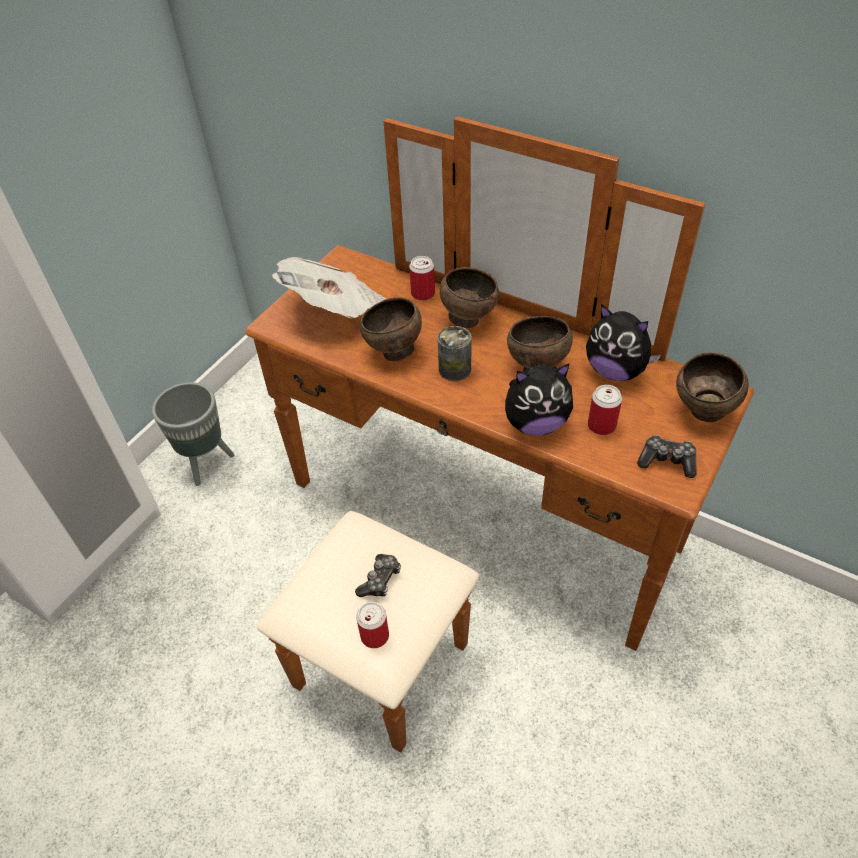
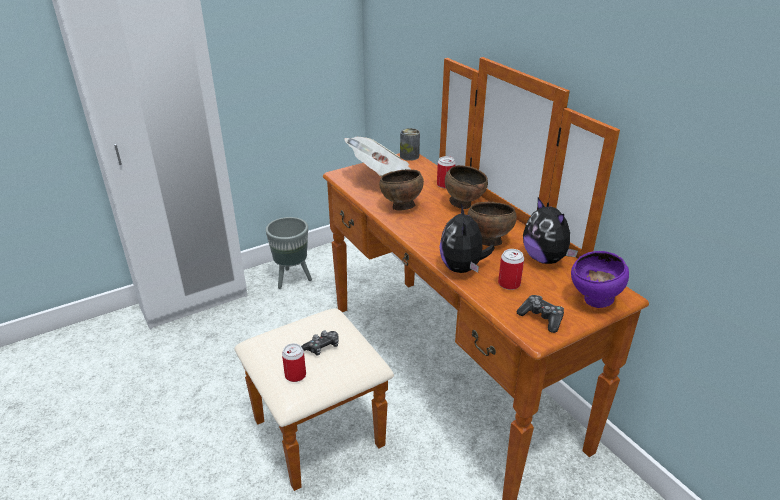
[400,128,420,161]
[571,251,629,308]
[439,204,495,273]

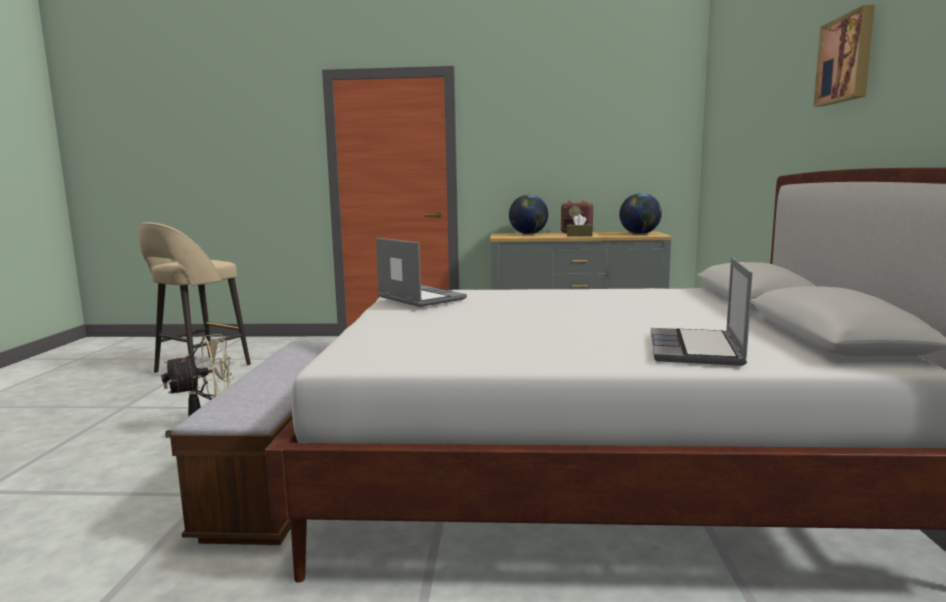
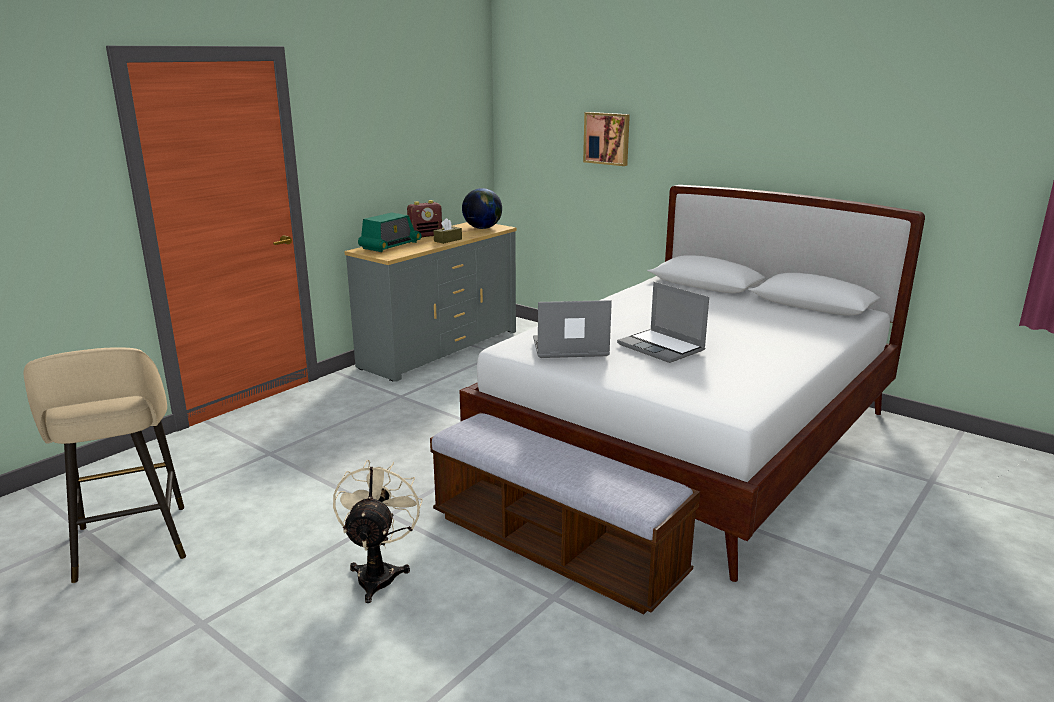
[583,112,630,166]
[358,213,422,252]
[617,282,709,363]

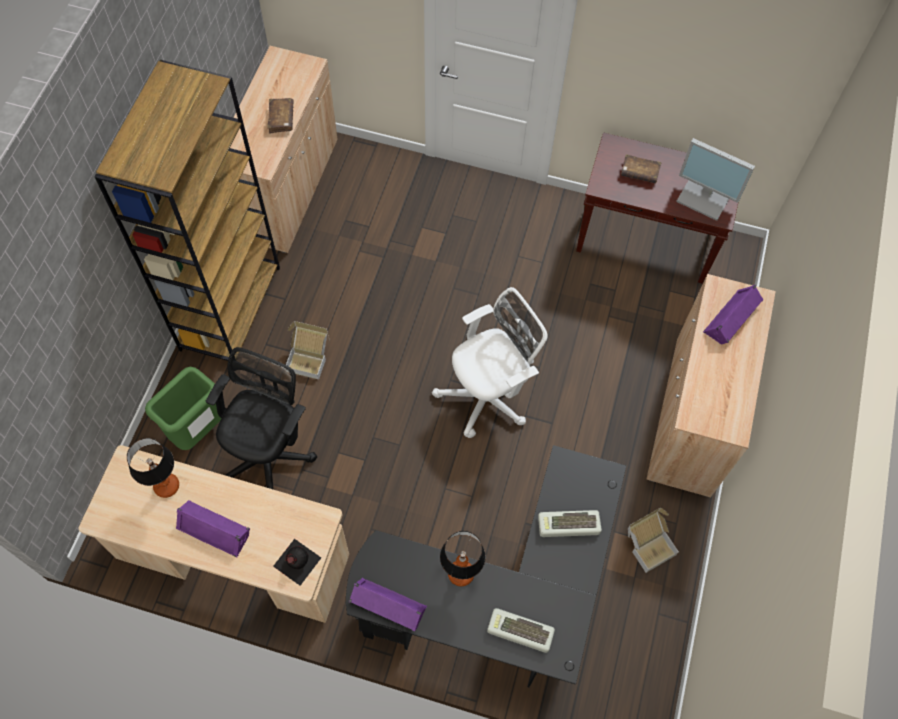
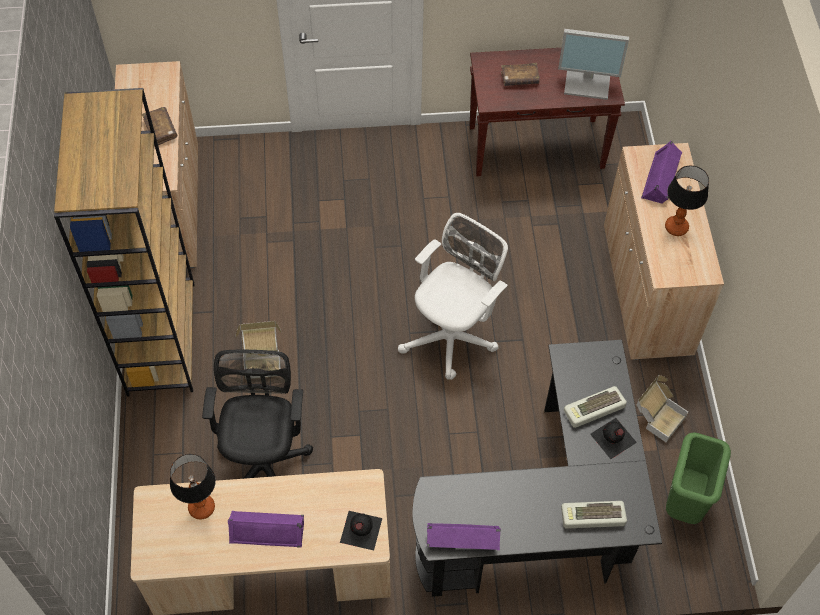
[666,432,731,524]
[665,165,709,236]
[590,418,637,459]

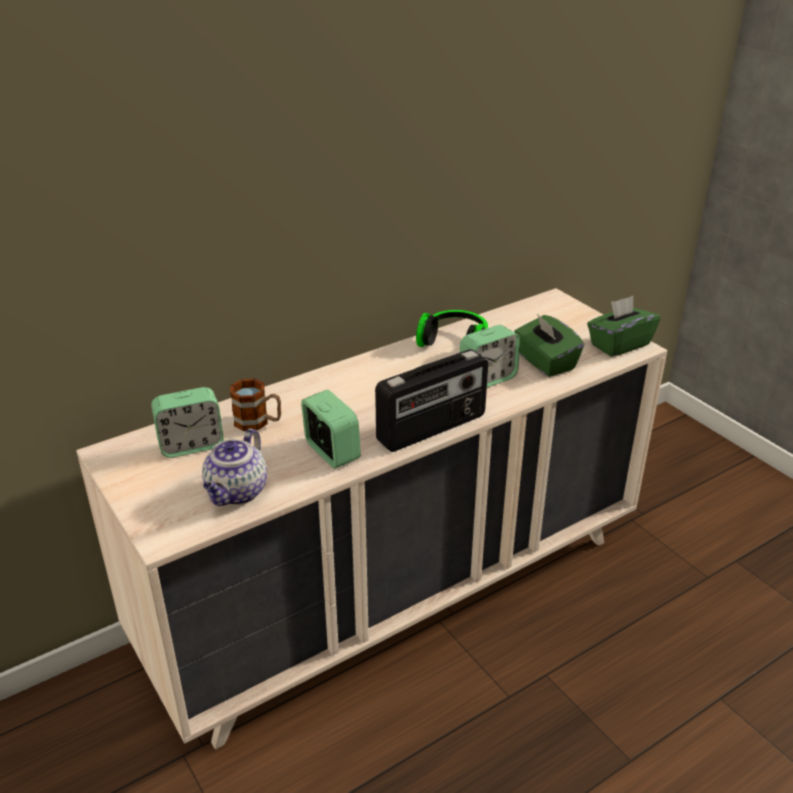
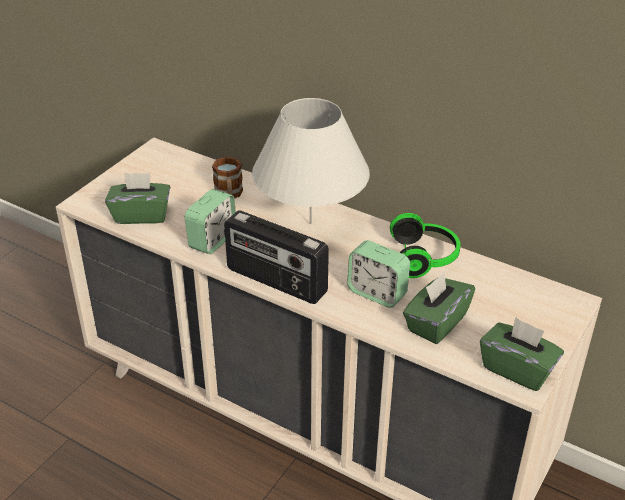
[151,387,224,458] (first image)
[105,173,170,224]
[252,98,370,224]

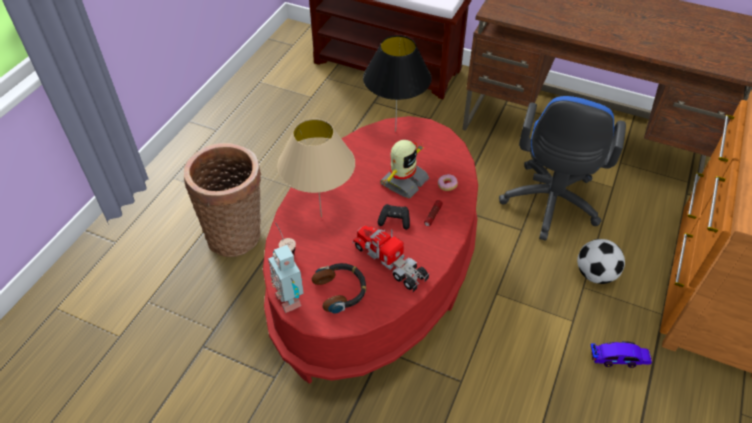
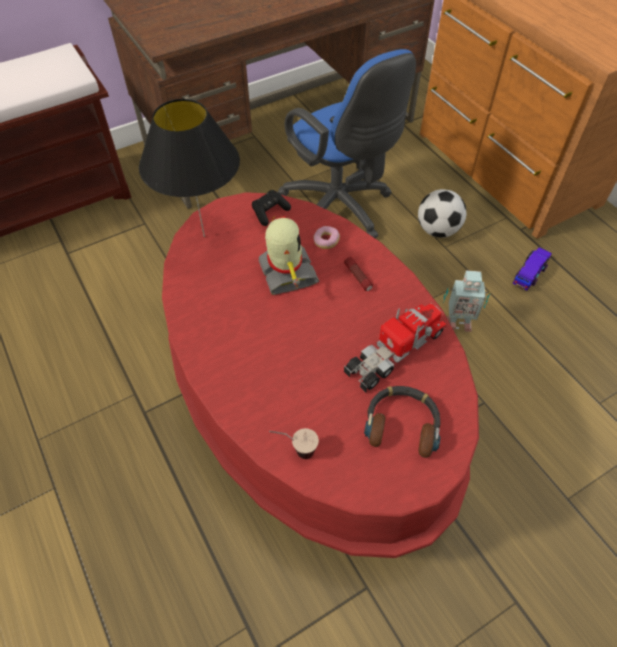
[277,118,355,217] (first image)
[184,143,261,257] (first image)
[252,190,291,226]
[344,303,446,392]
[443,270,490,332]

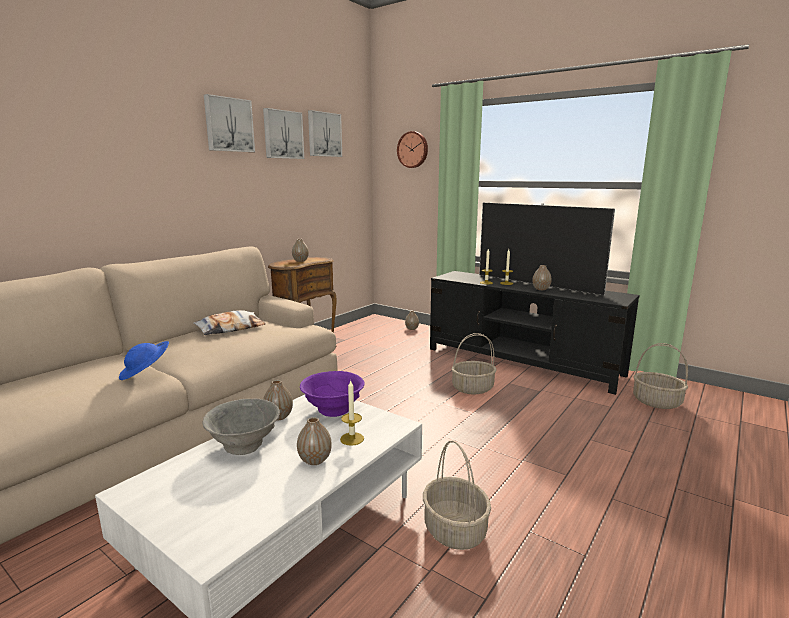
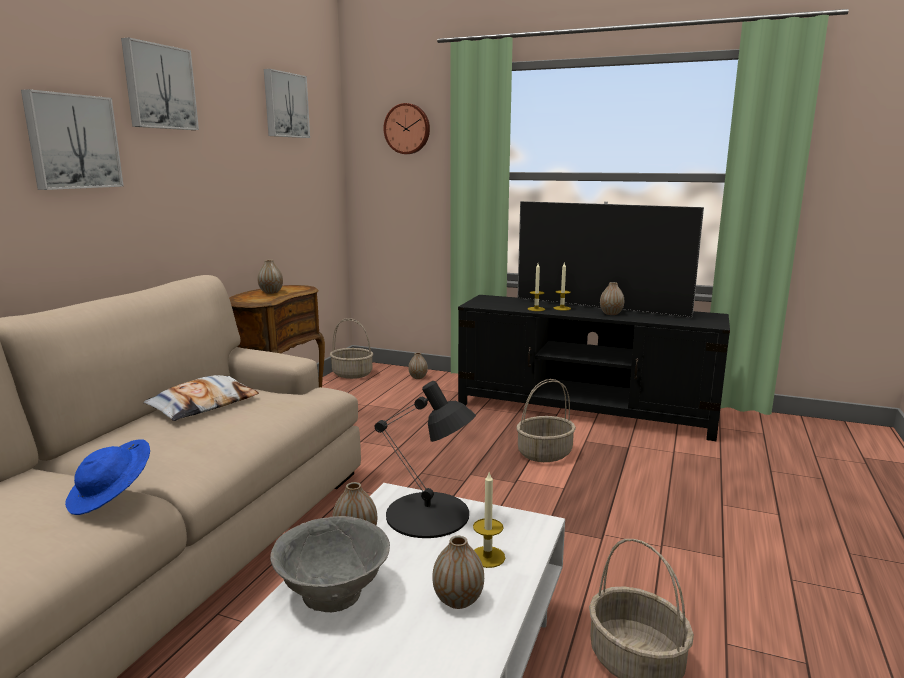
[21,89,124,190]
[330,318,373,379]
[375,381,476,538]

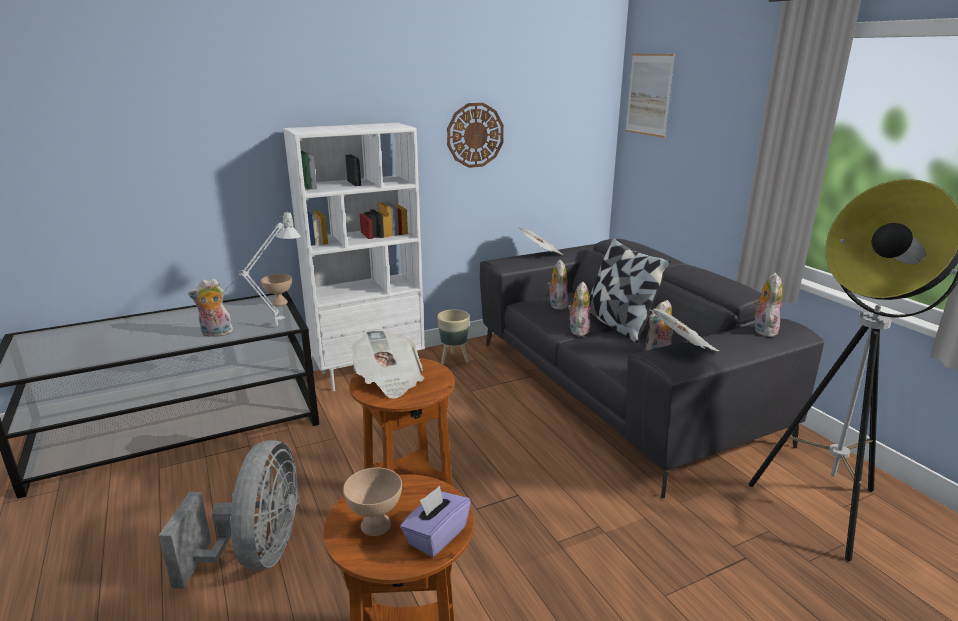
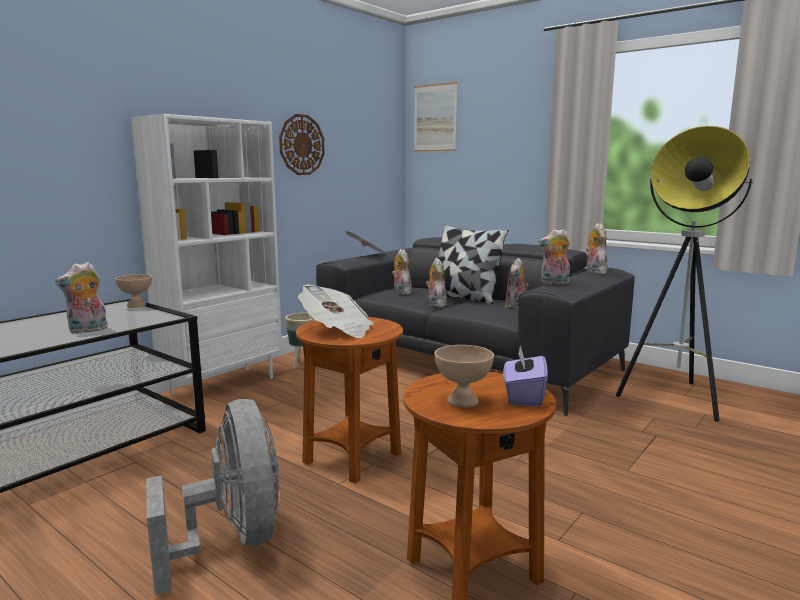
[222,211,301,326] (first image)
[538,229,570,284]

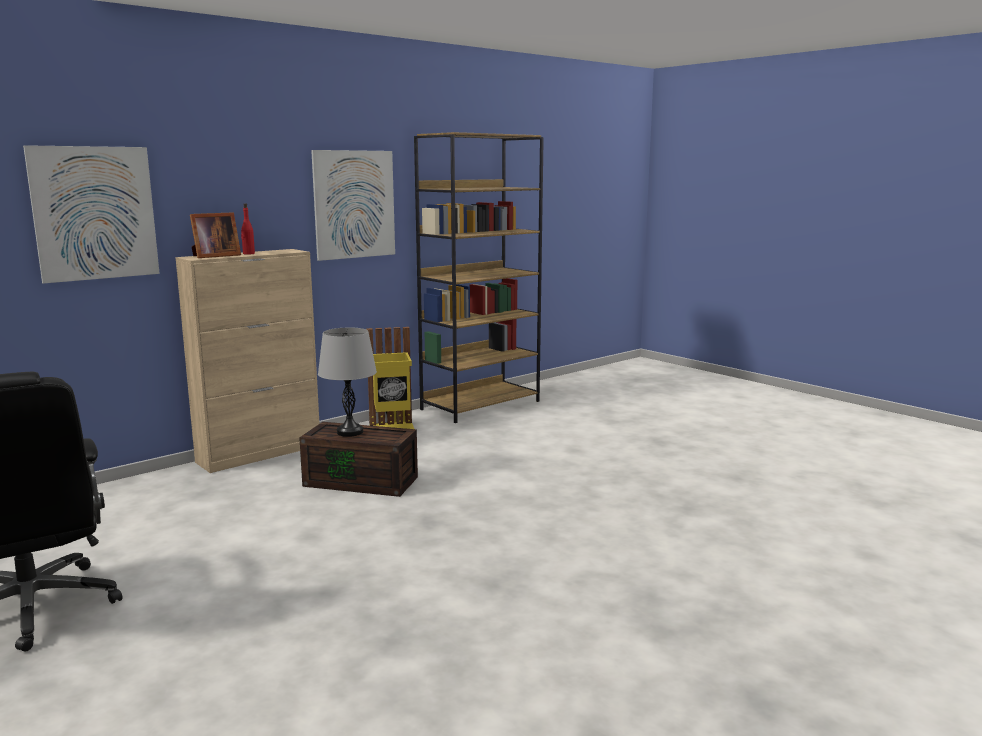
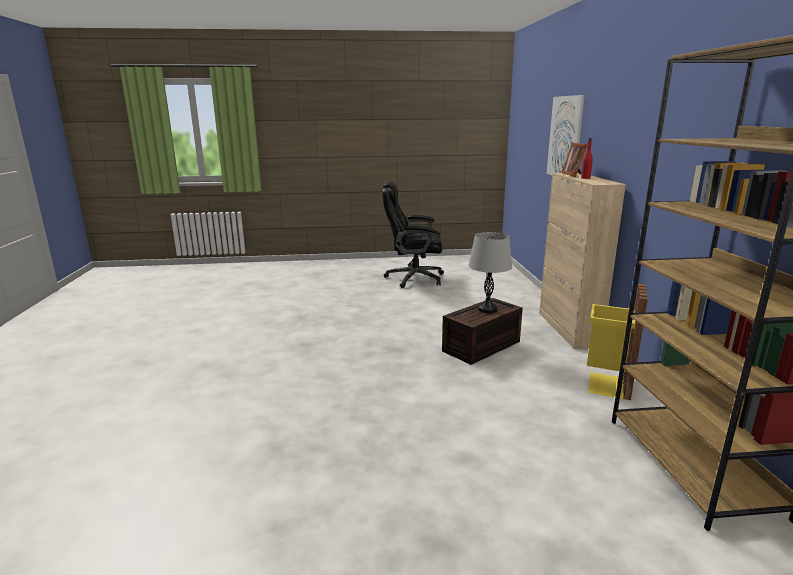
[311,150,395,261] (first image)

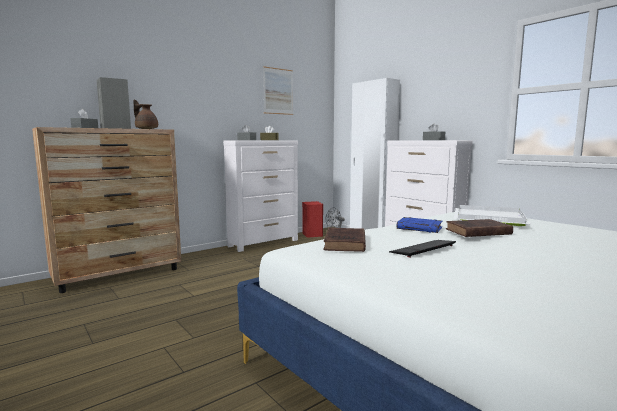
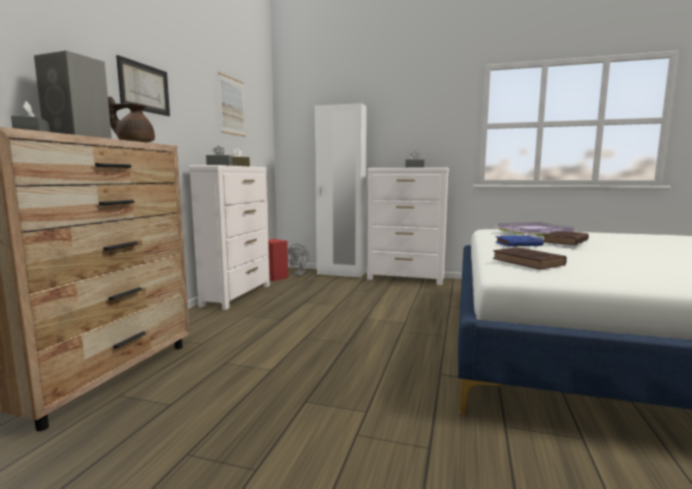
[497,222,576,235]
[389,240,456,258] (first image)
[116,55,170,116]

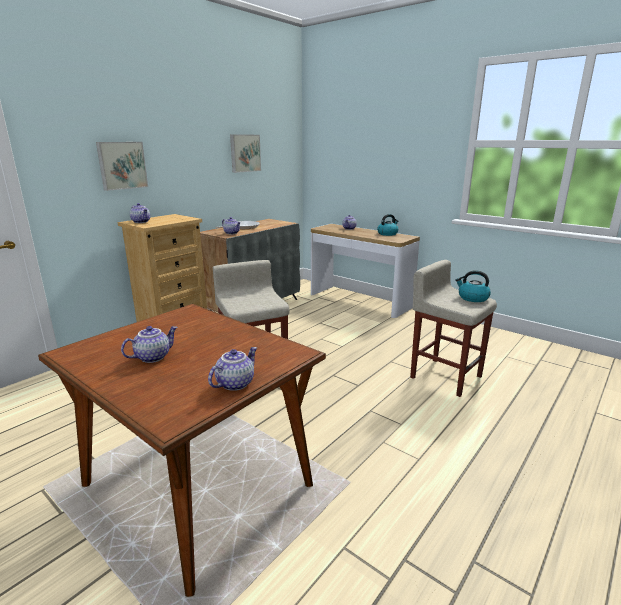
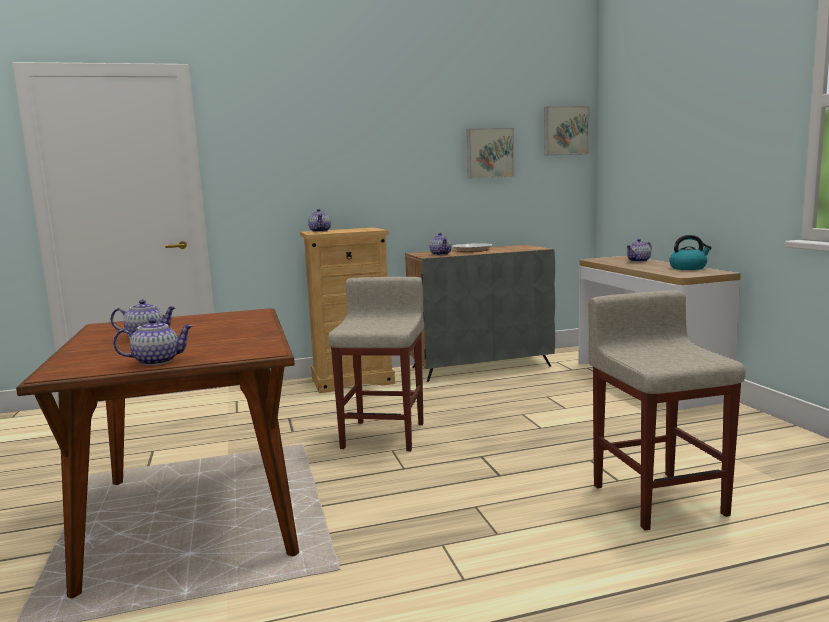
[544,106,589,155]
[455,270,491,302] (first image)

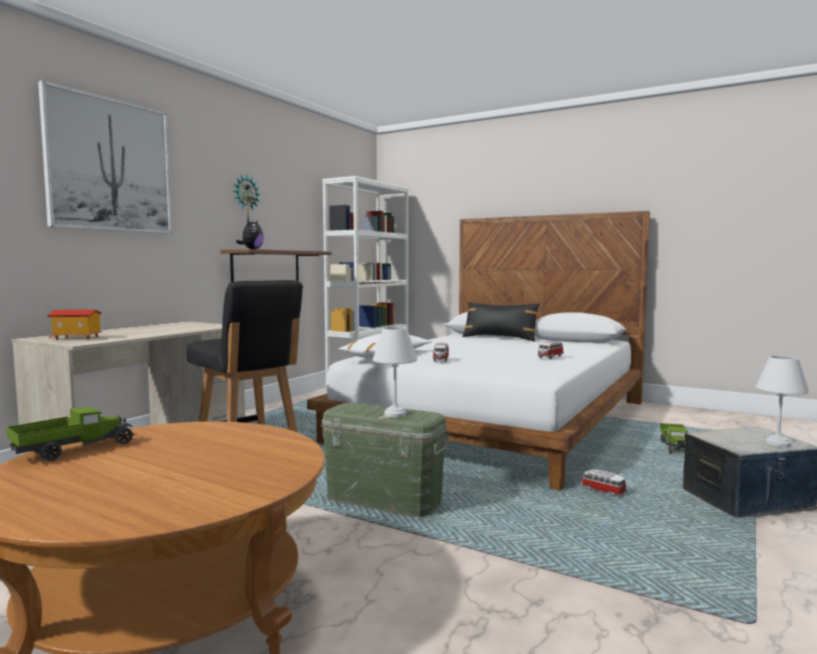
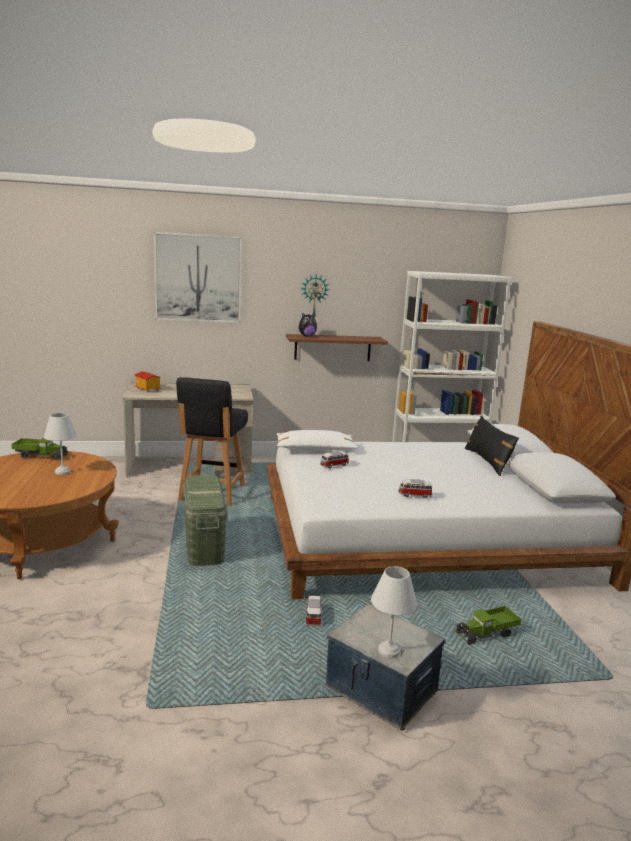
[44,413,77,475]

